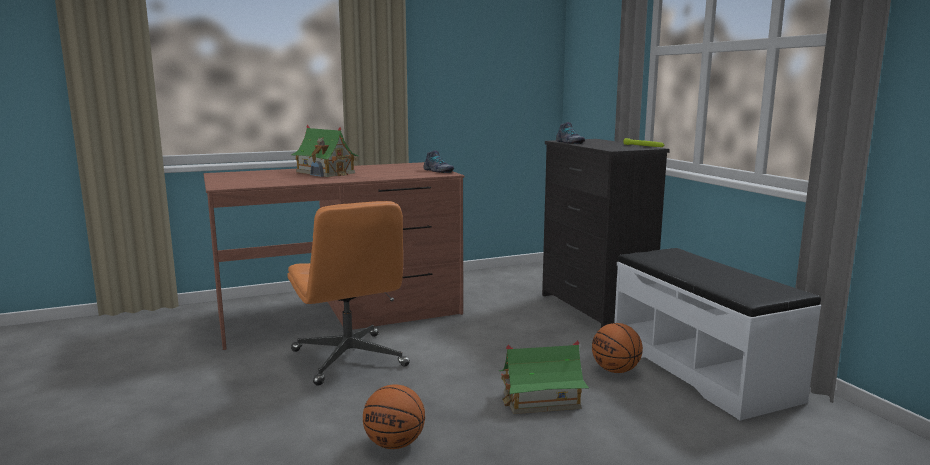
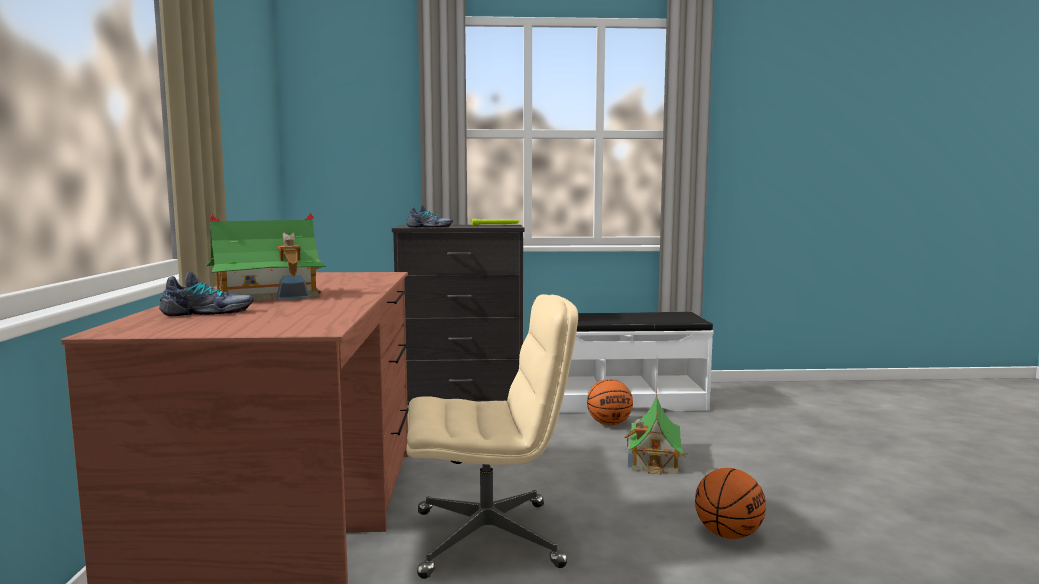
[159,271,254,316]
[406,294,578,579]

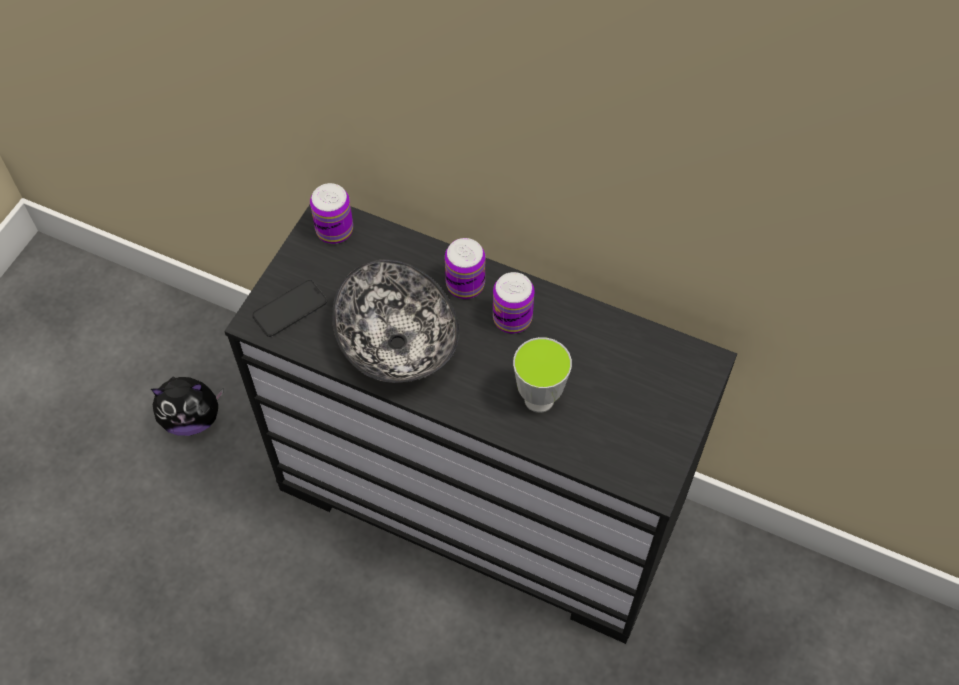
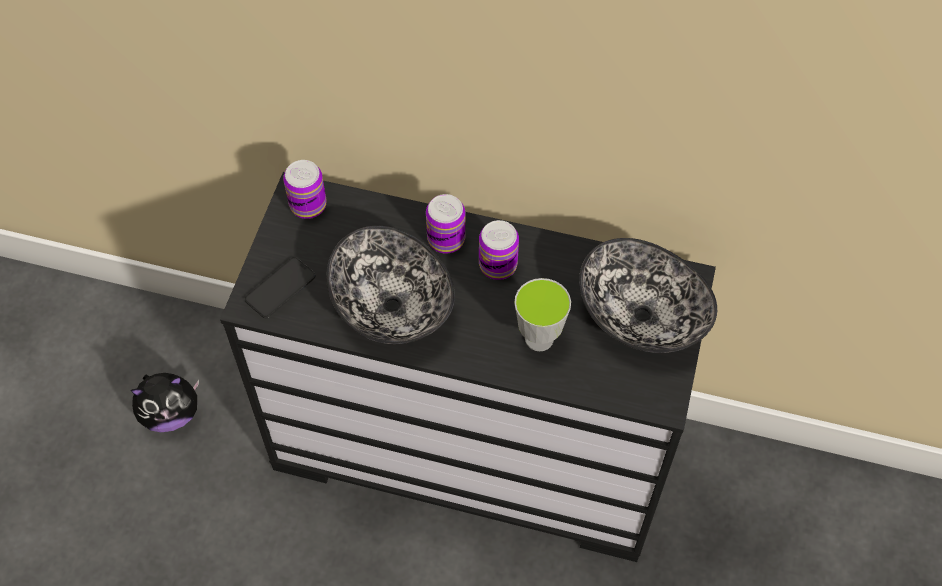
[579,238,717,353]

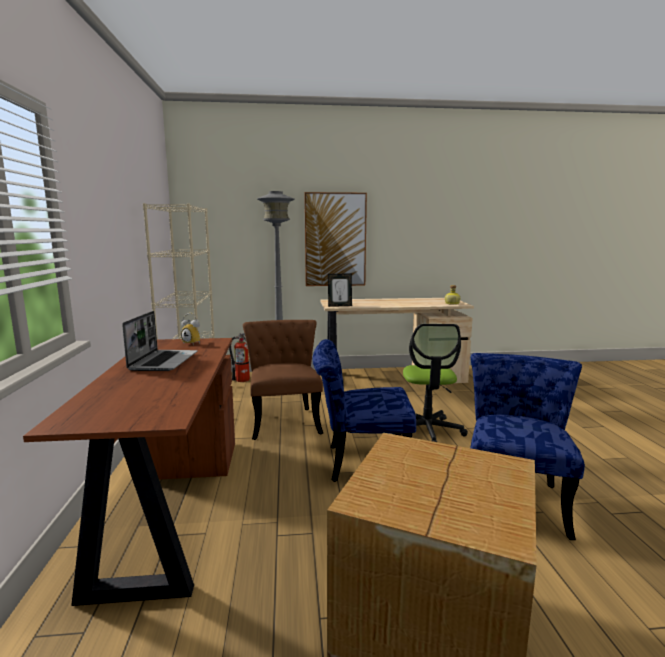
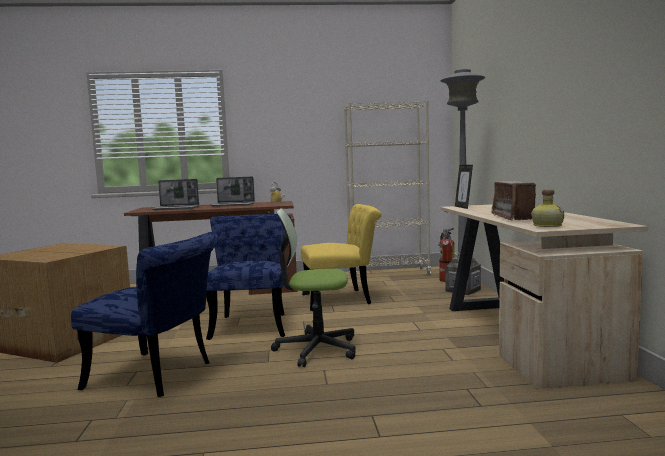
[304,192,367,286] (first image)
[301,204,381,311]
[151,179,199,210]
[491,180,537,221]

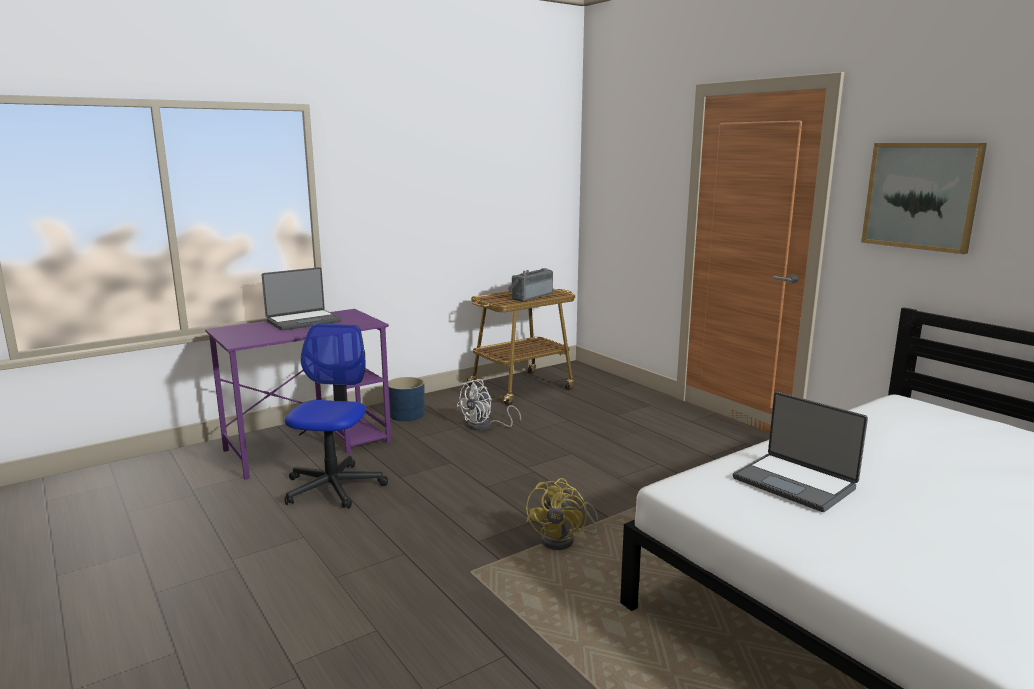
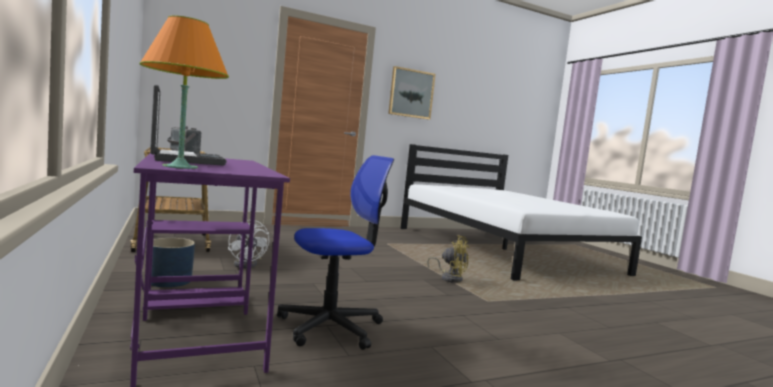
[277,155,394,350]
[733,392,868,512] (first image)
[139,15,229,169]

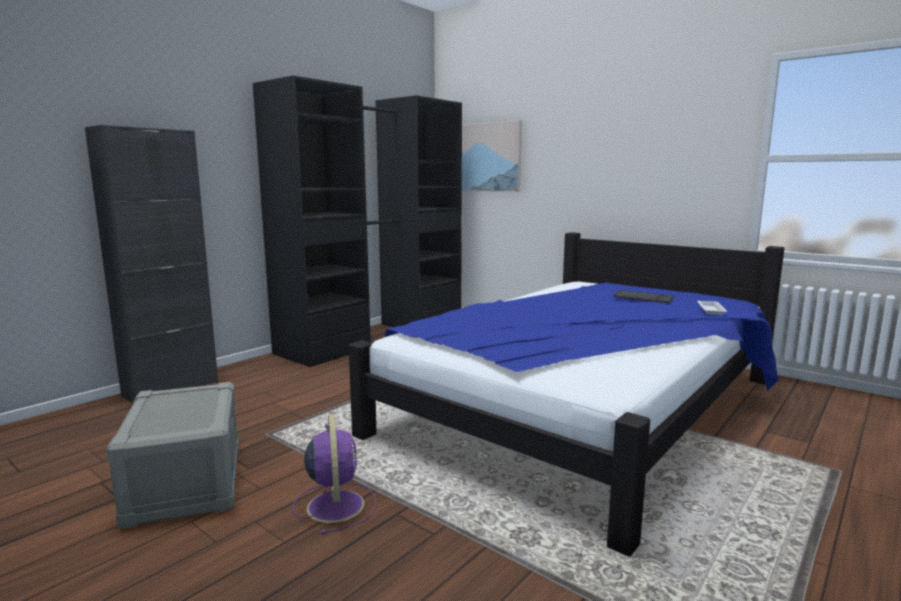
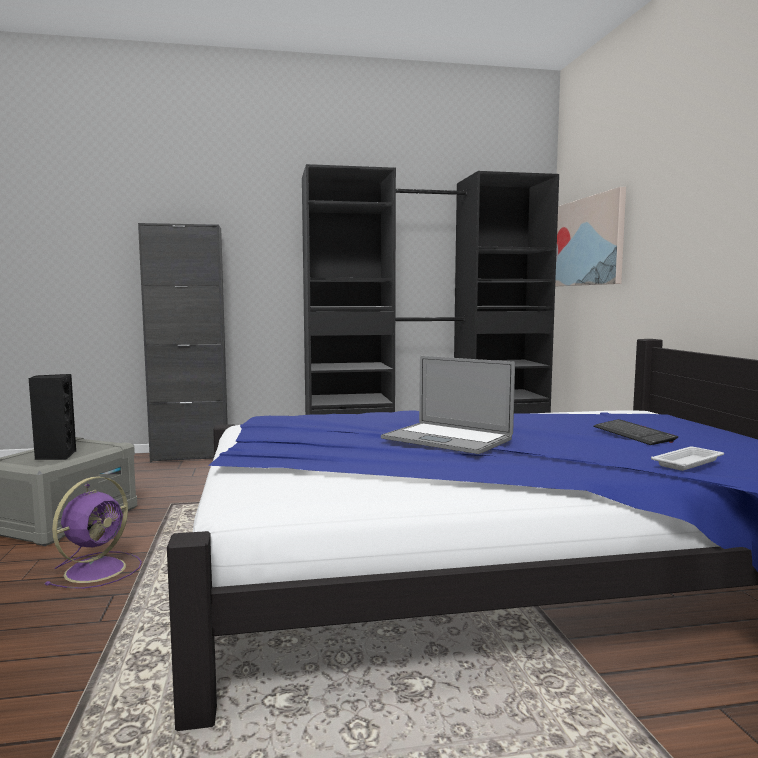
[381,356,515,454]
[29,374,76,460]

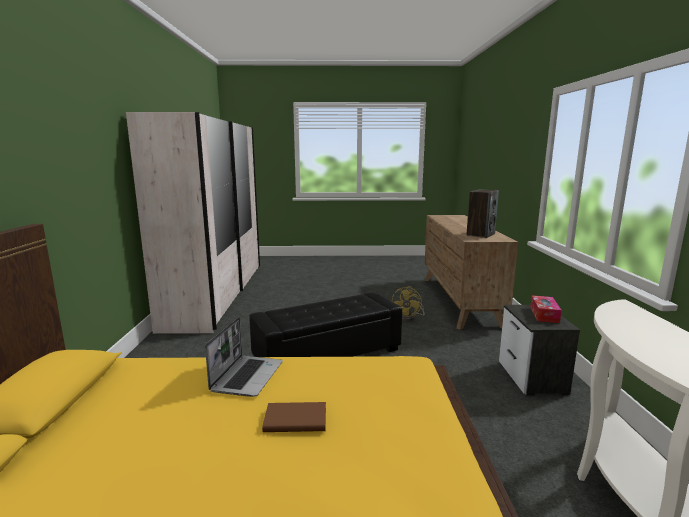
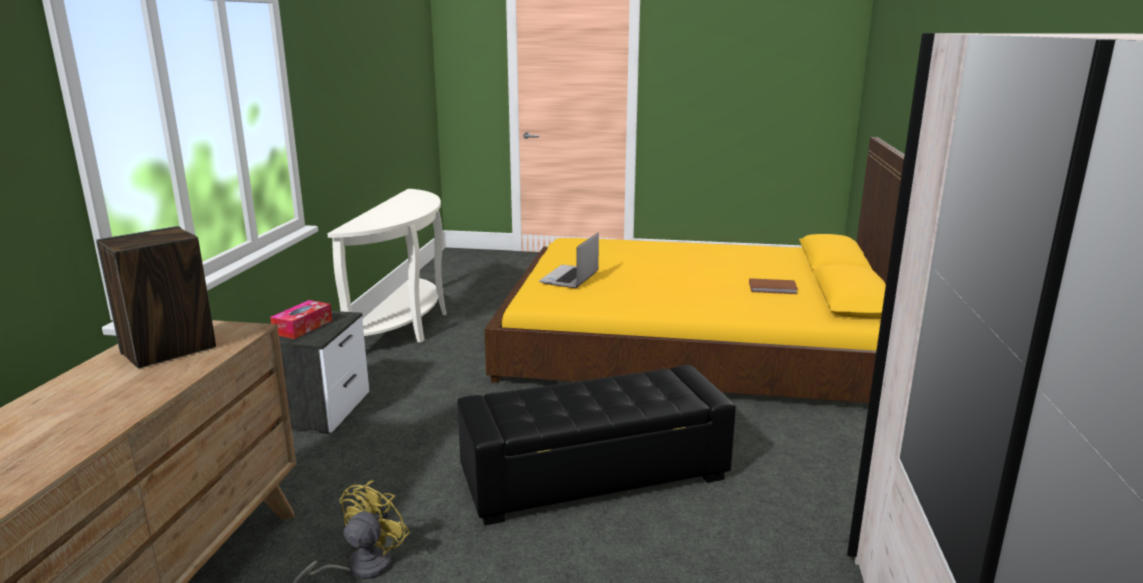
[539,233,599,288]
[749,278,798,294]

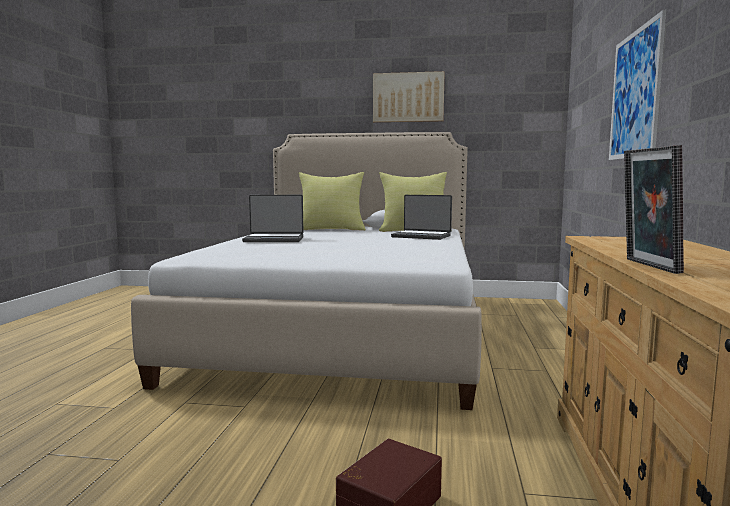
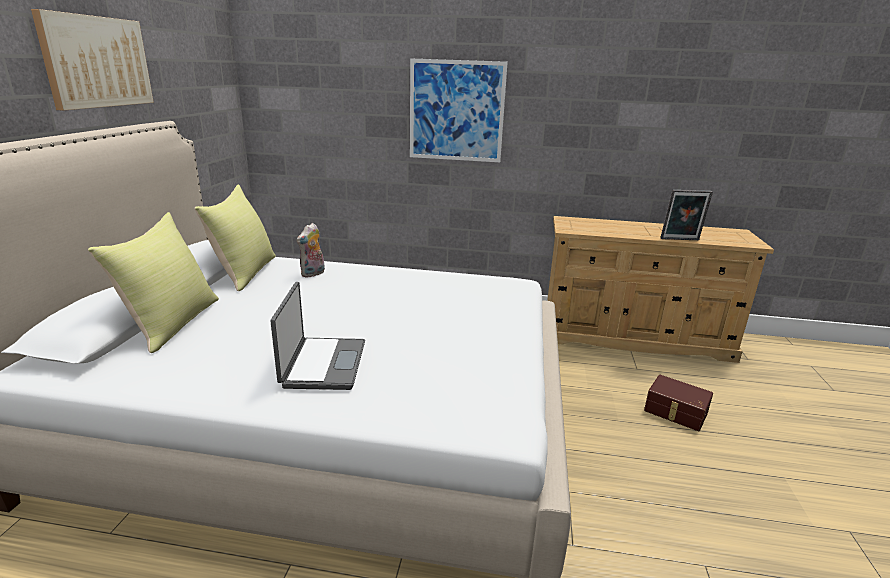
[297,223,325,277]

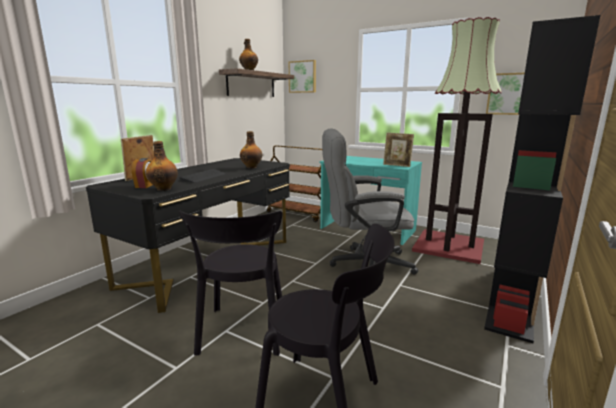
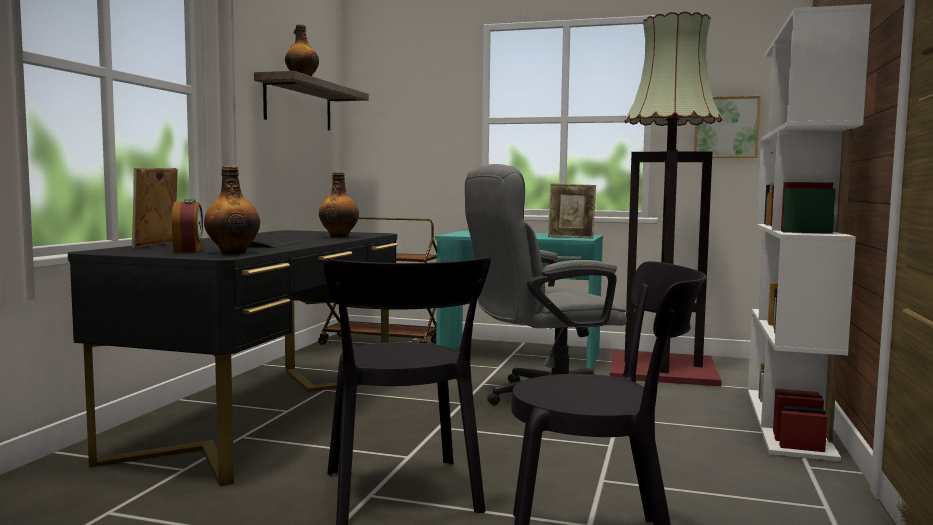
[748,4,871,462]
[289,60,316,93] (first image)

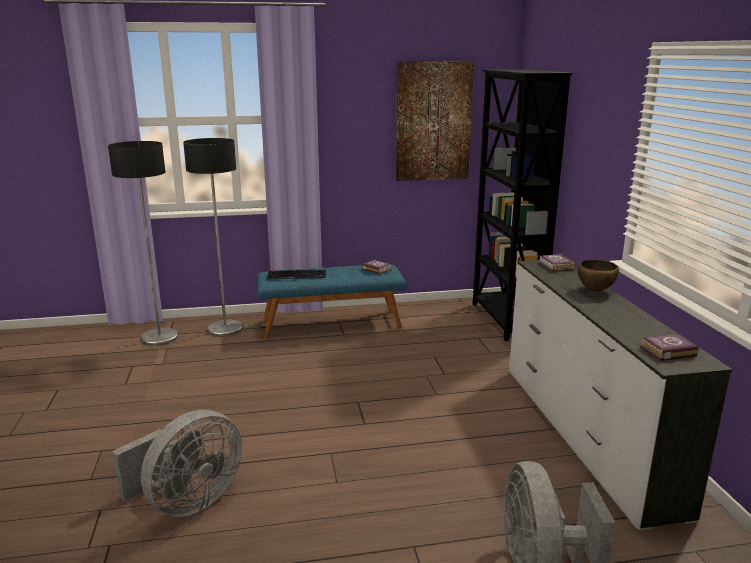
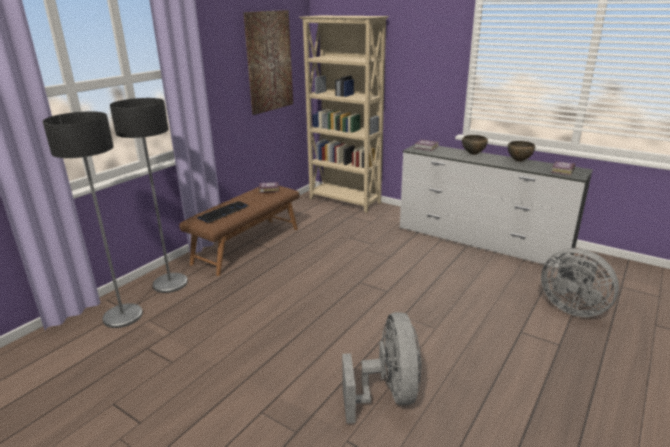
[299,16,389,213]
[179,186,299,276]
[508,141,535,162]

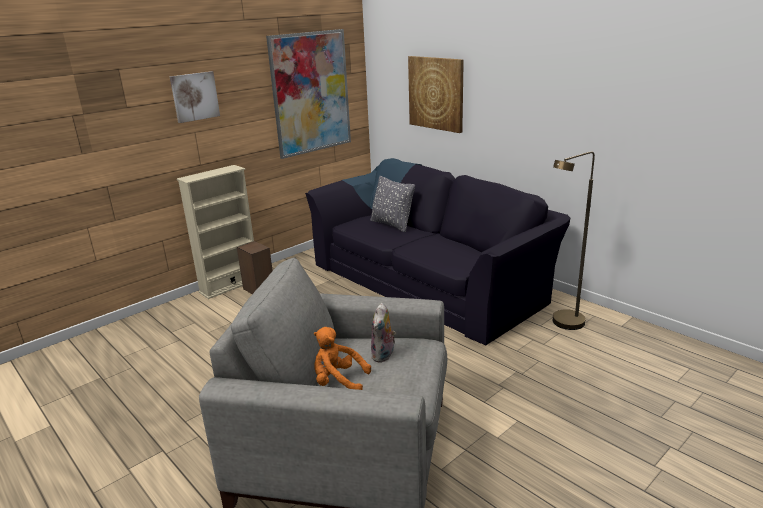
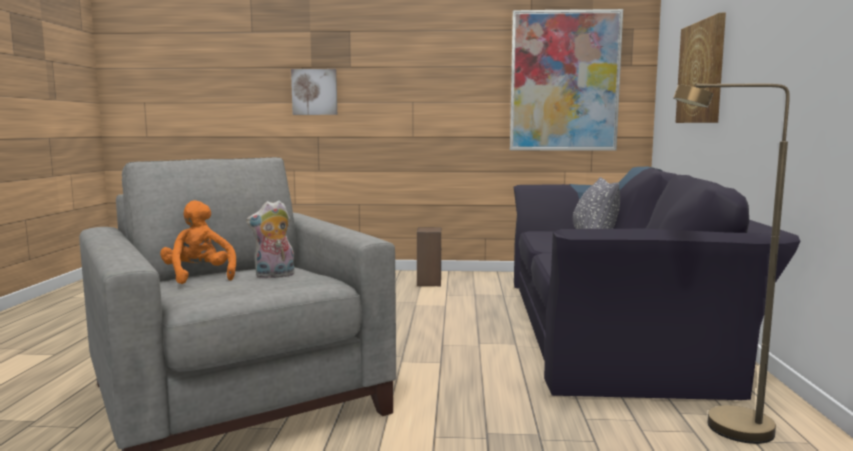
[291,69,337,115]
[177,165,254,299] (first image)

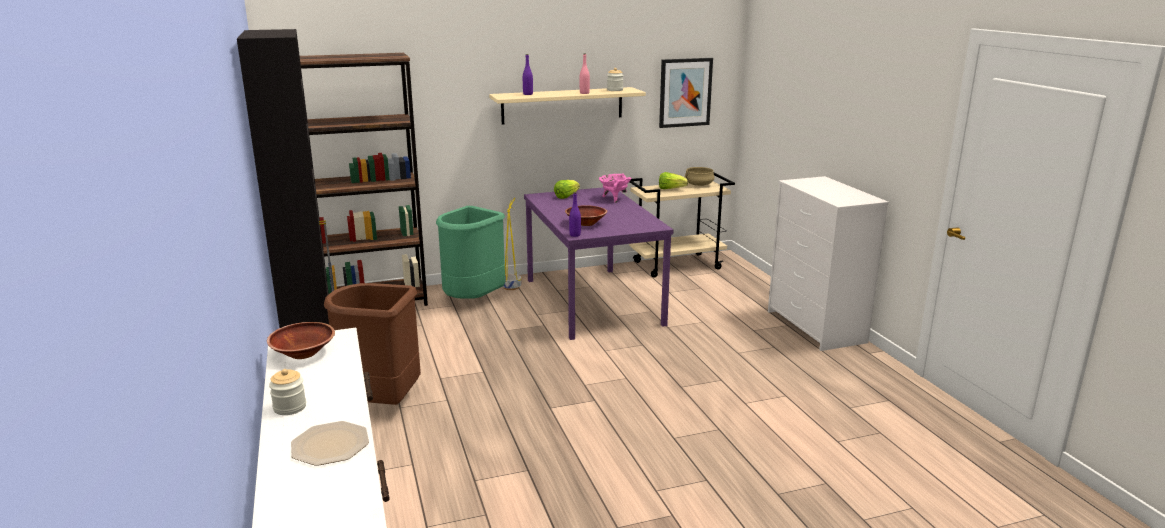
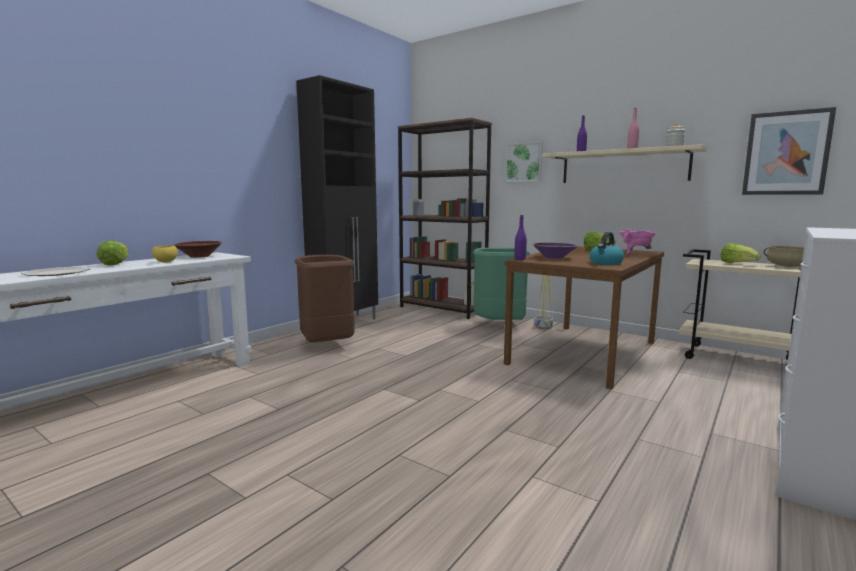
[504,246,664,389]
[533,243,577,259]
[96,241,128,265]
[505,142,543,182]
[589,232,624,265]
[152,246,178,263]

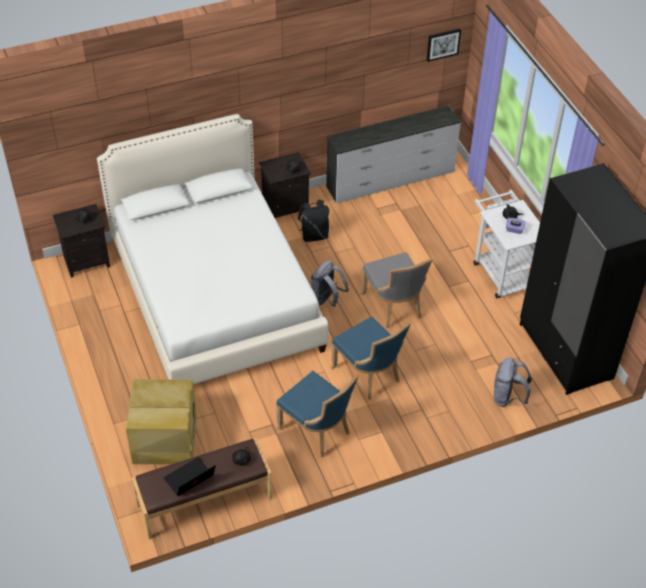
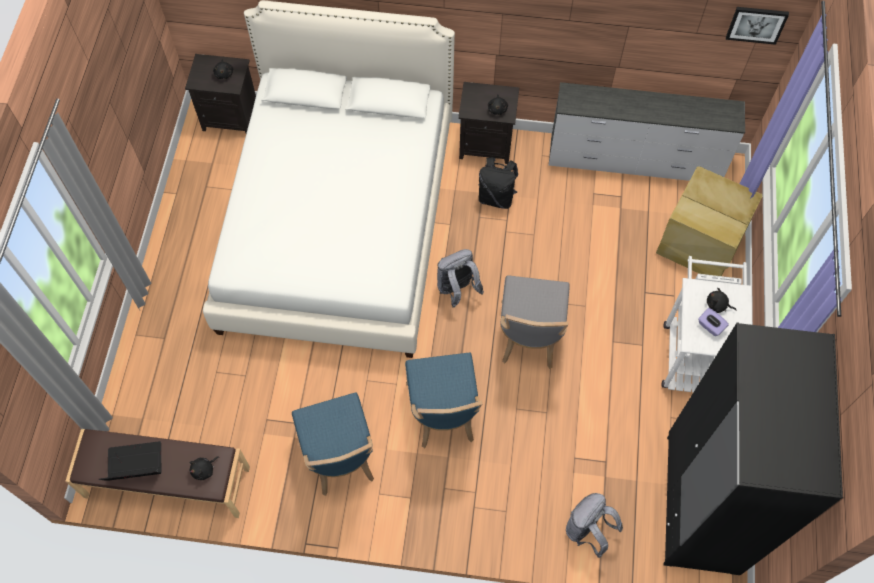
[656,166,763,276]

